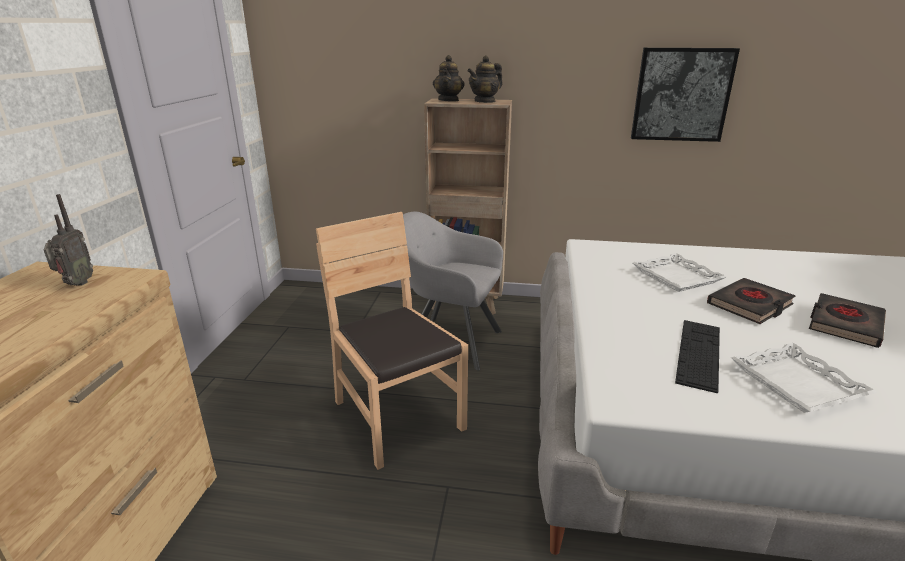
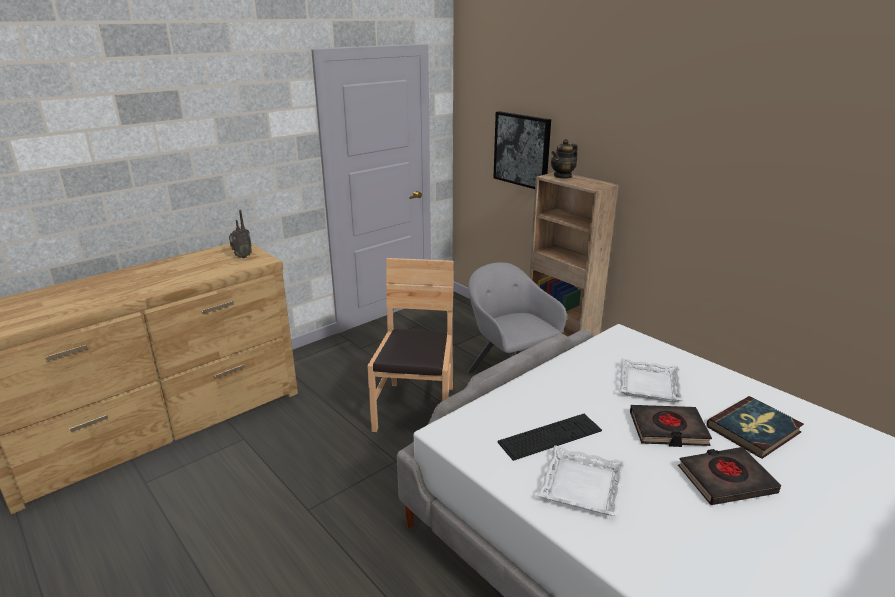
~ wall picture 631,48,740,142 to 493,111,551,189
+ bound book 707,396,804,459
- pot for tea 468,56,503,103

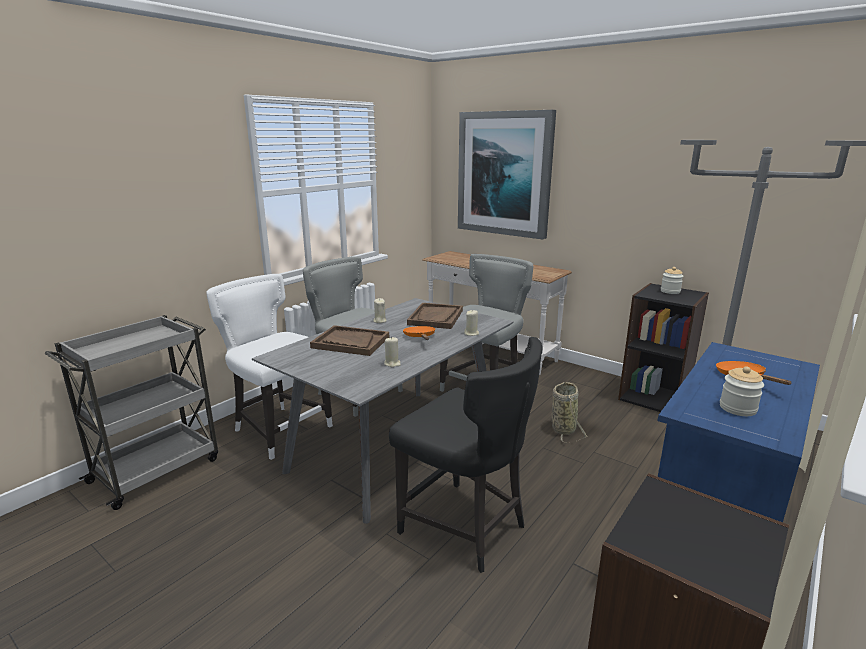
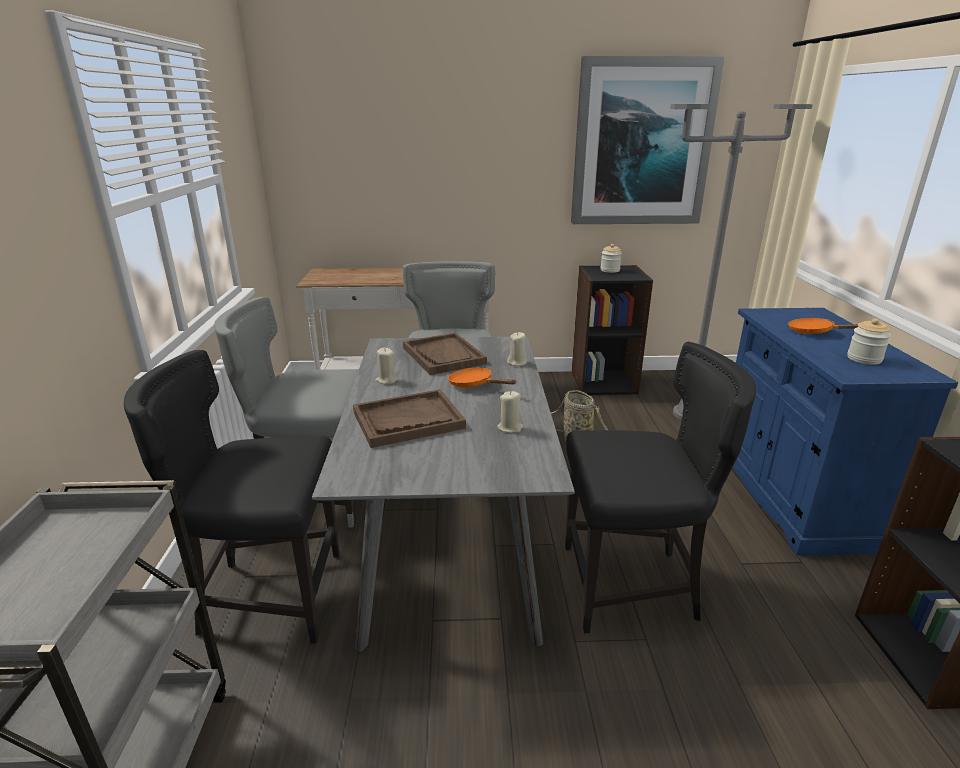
~ whitish upright chair 206,274,333,460 to black-coloured upright chair 124,350,339,643
~ wall picture 458,110,556,240 to 571,56,725,224

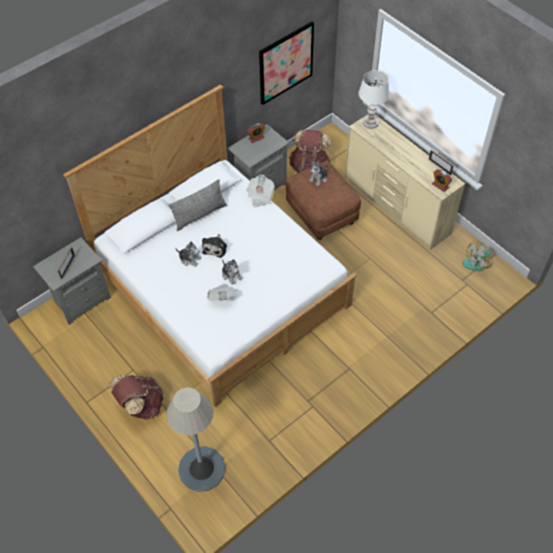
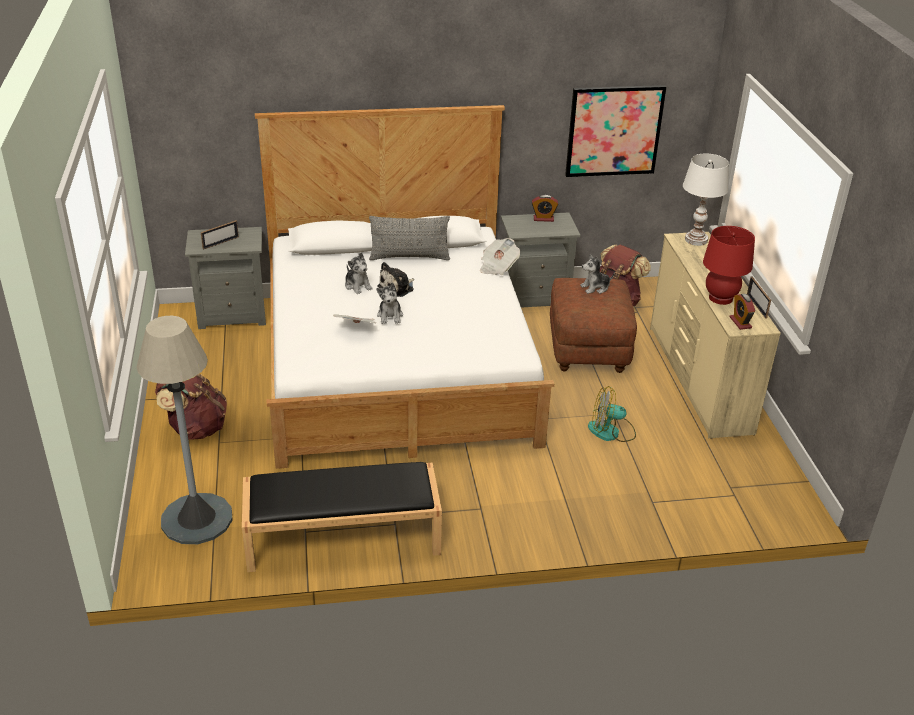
+ black-coloured long seat 242,462,442,572
~ fan 463,241,493,271 to 588,386,636,442
+ red table lamp 703,226,755,305

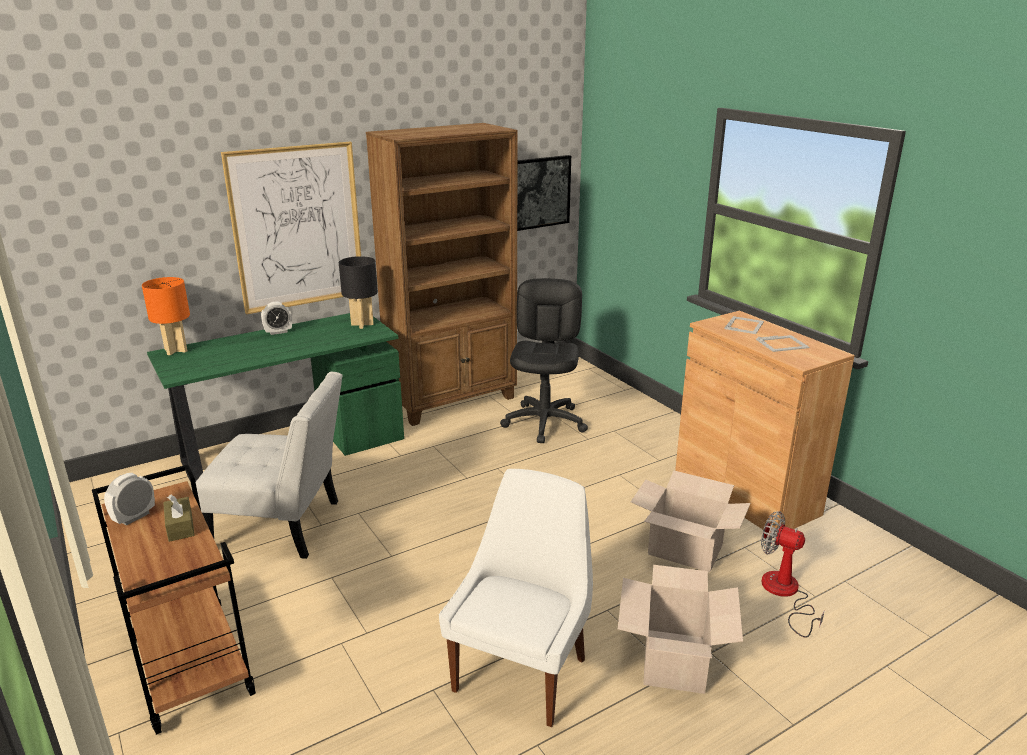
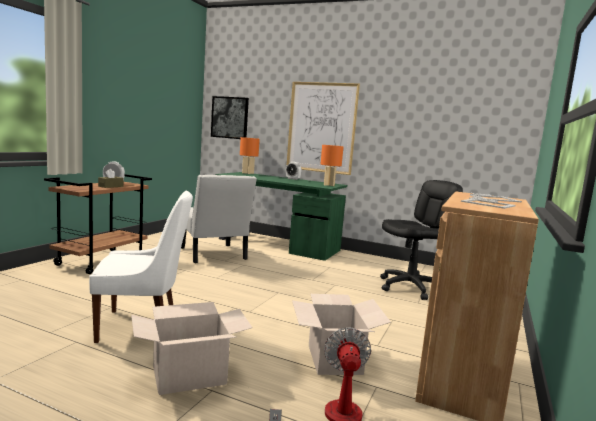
~ wall picture 517,155,571,231 to 211,96,249,139
~ black-coloured table lamp 339,256,378,329 to orange-coloured table lamp 321,145,343,186
- brown-coloured shelving unit 366,123,518,426

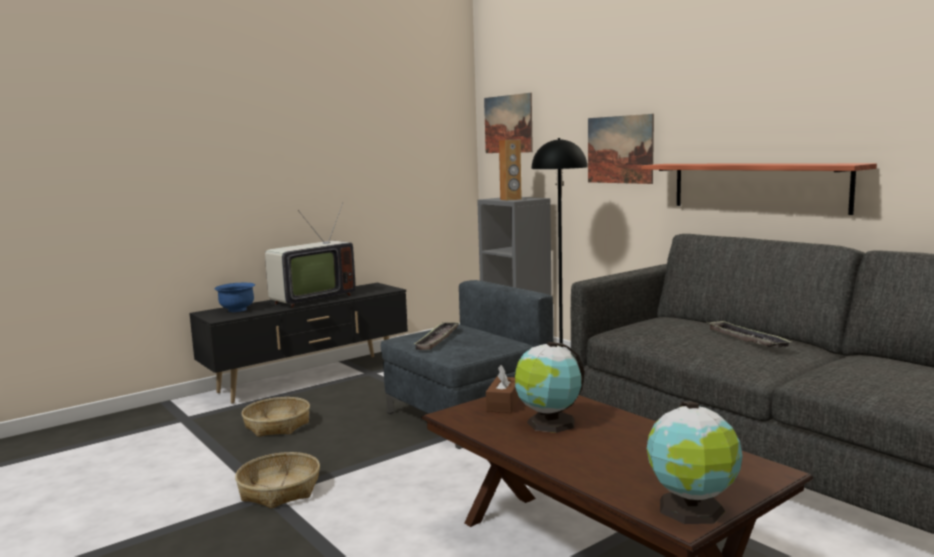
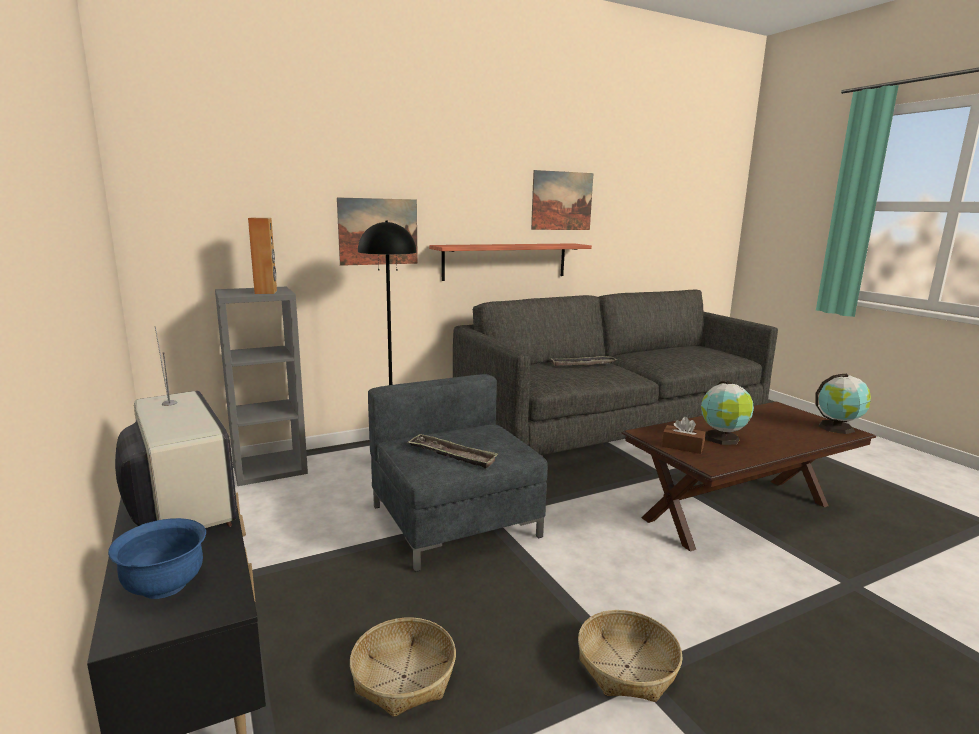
~ wall picture 484,93,533,153 to 531,170,593,230

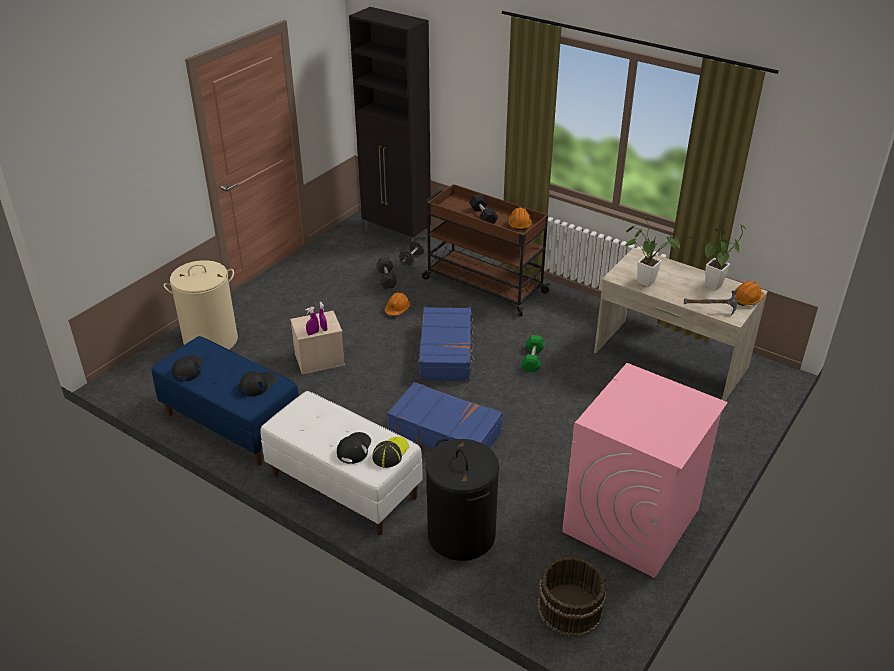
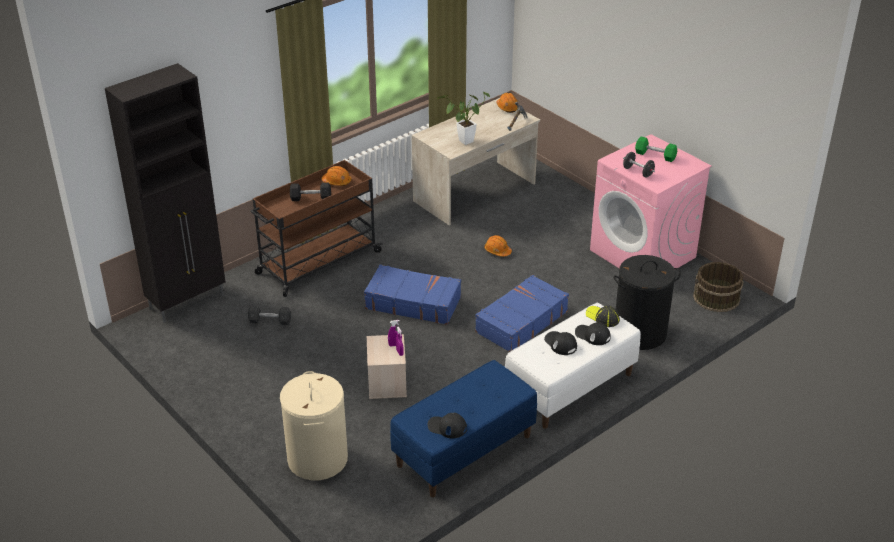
~ orange-coloured hard hat 385,293,410,316 to 484,235,512,257
~ black-coloured baseball cap 239,371,277,396 to 544,331,577,355
~ black-coloured dumbbell 399,241,424,266 to 623,152,655,178
~ green-coloured dumbbell 521,335,545,372 to 635,137,677,162
- houseplant 687,224,746,290

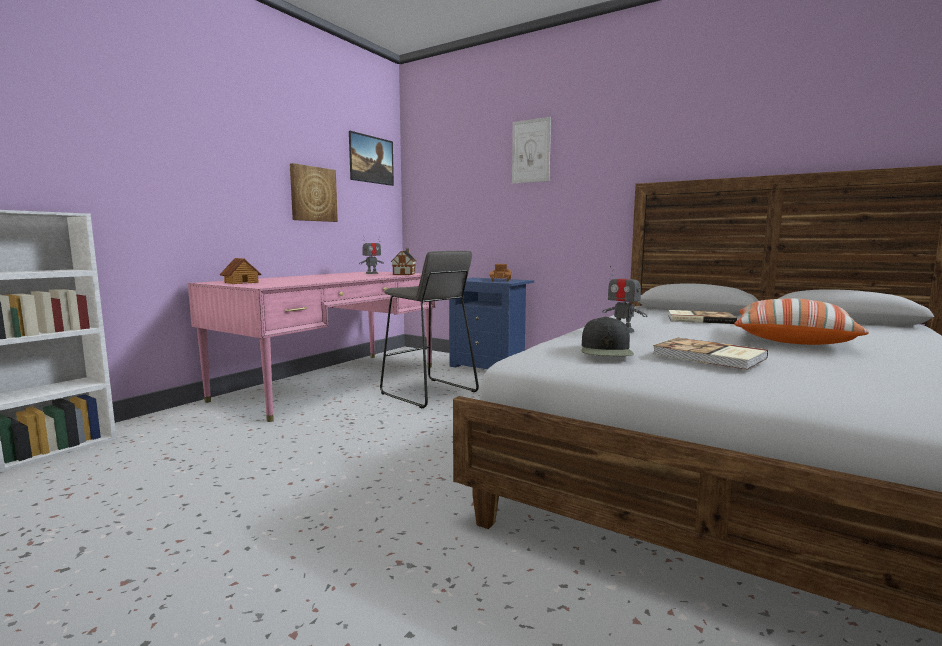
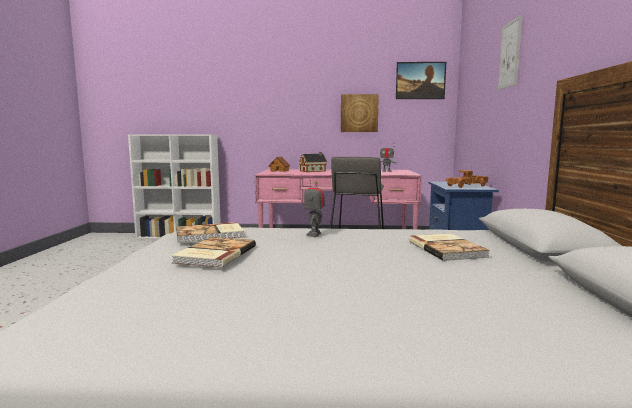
~ black-coloured baseball cap 582,316,634,356 to bound book 176,222,244,243
~ miniature house 391,248,417,275 to 299,152,327,172
- throw pillow 734,298,869,345

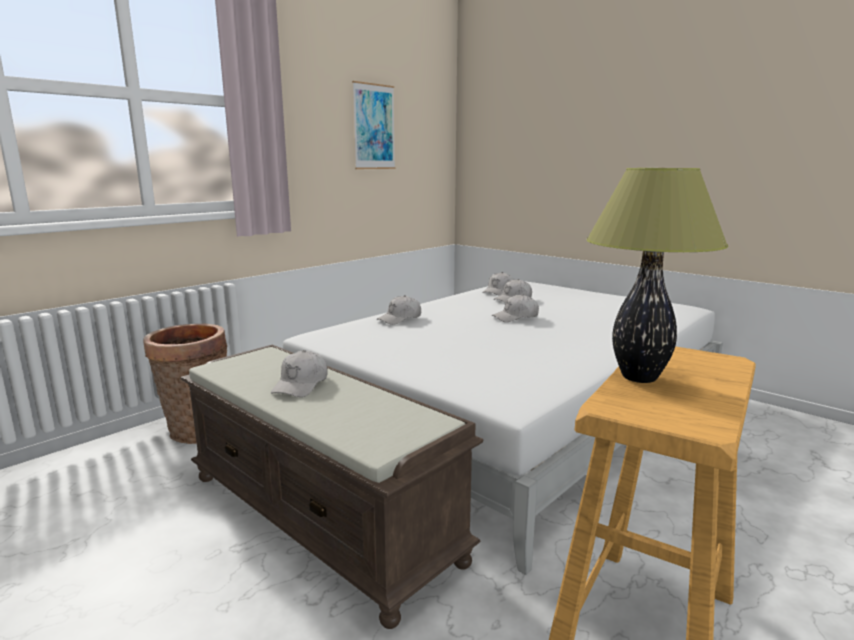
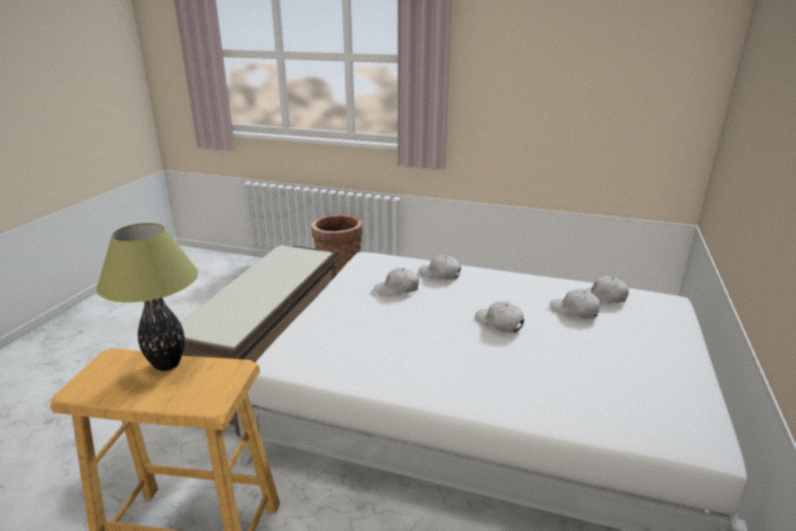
~ whitish baseball cap 271,350,328,397 to 374,268,419,296
- wall picture 352,81,395,169

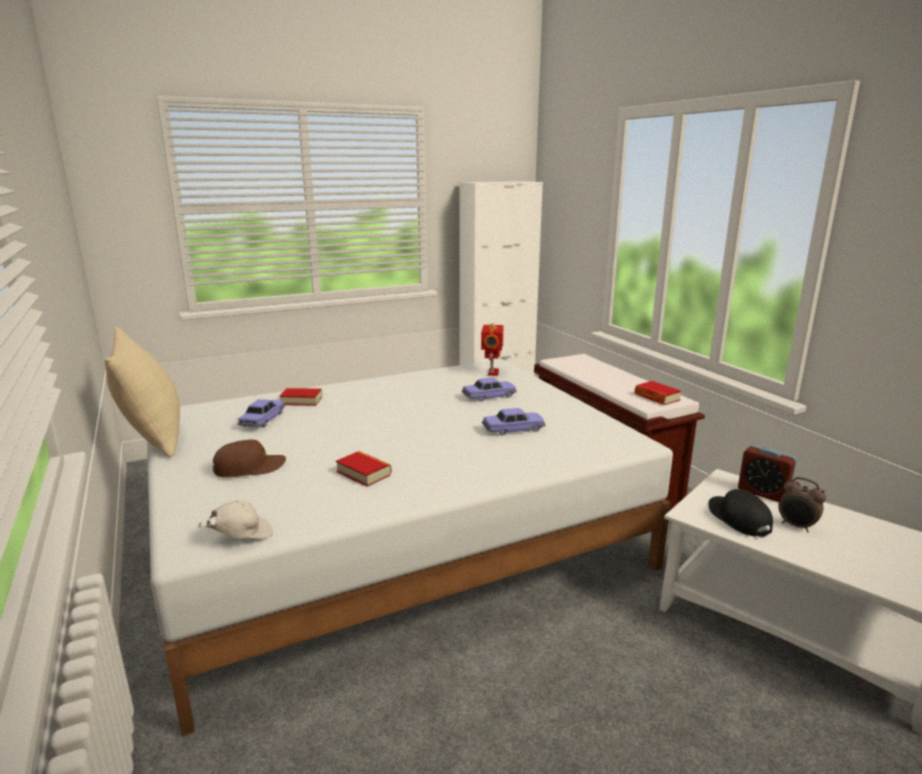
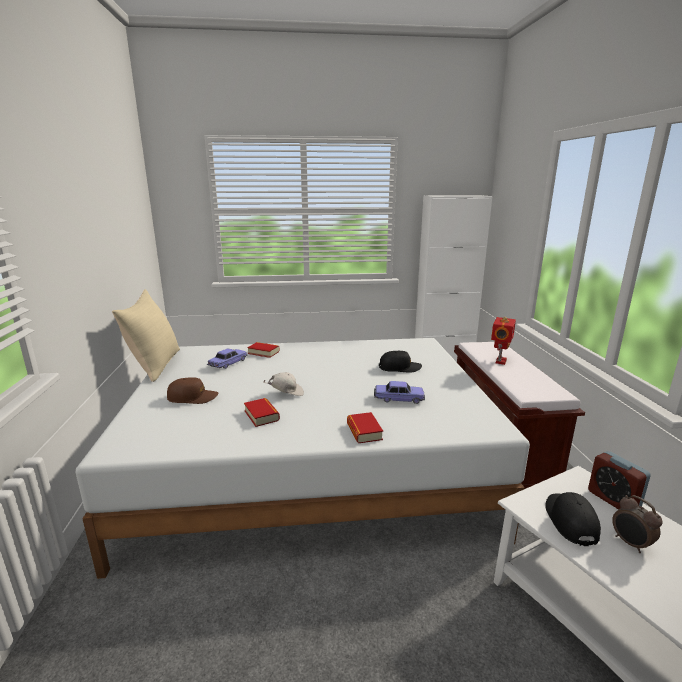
~ whitish baseball cap 198,500,273,538 to 264,372,304,396
~ bound book 635,381,682,405 to 347,412,383,443
~ miniature car 461,378,517,402 to black-coloured baseball cap 379,351,422,373
~ toy robot 481,323,504,376 to 491,317,516,365

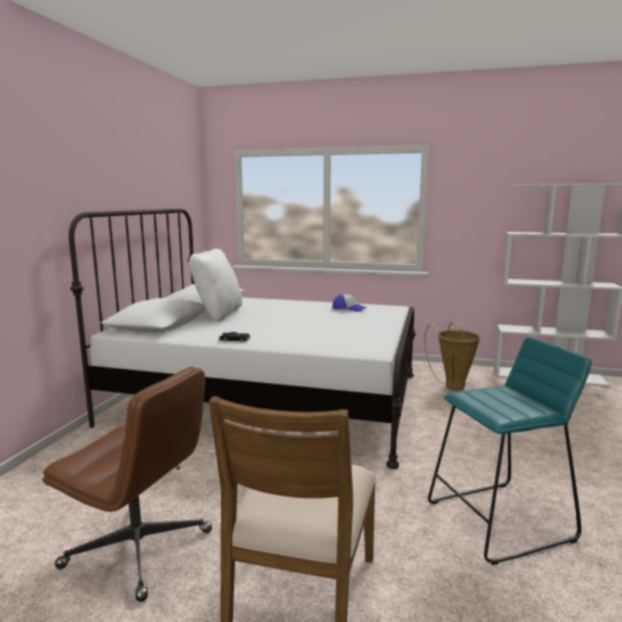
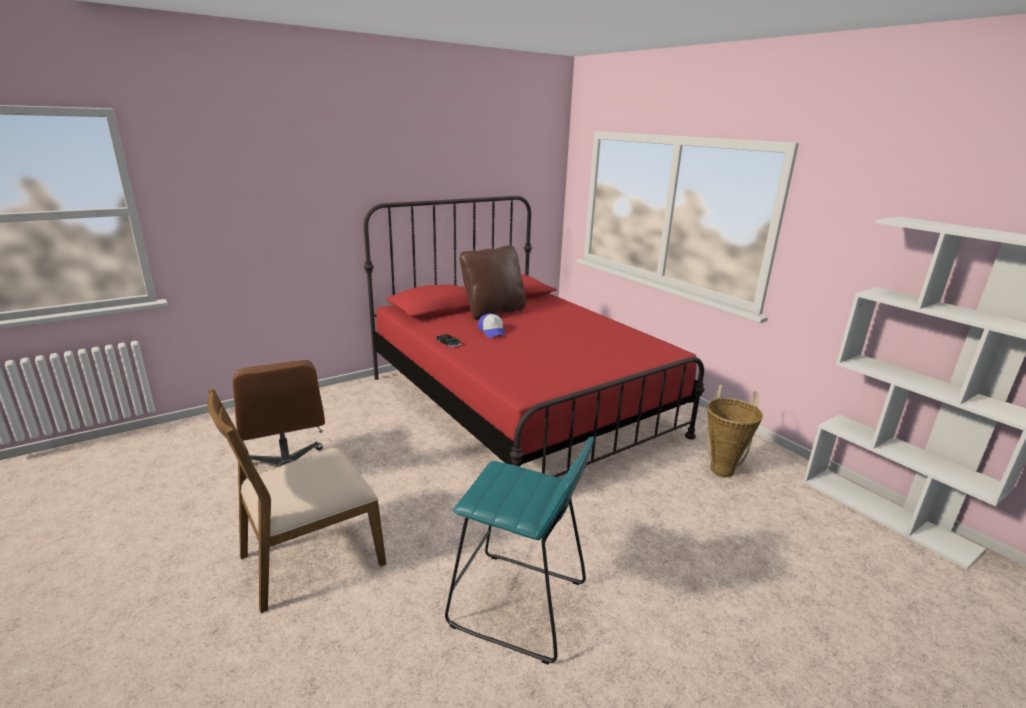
~ whitish bedroom bed 69,209,416,469 to red bedroom bed 364,196,705,477
~ whitish throw pillow 189,248,242,322 to brown-coloured throw pillow 460,245,526,320
~ baseball cap 333,294,366,312 to 478,313,506,338

